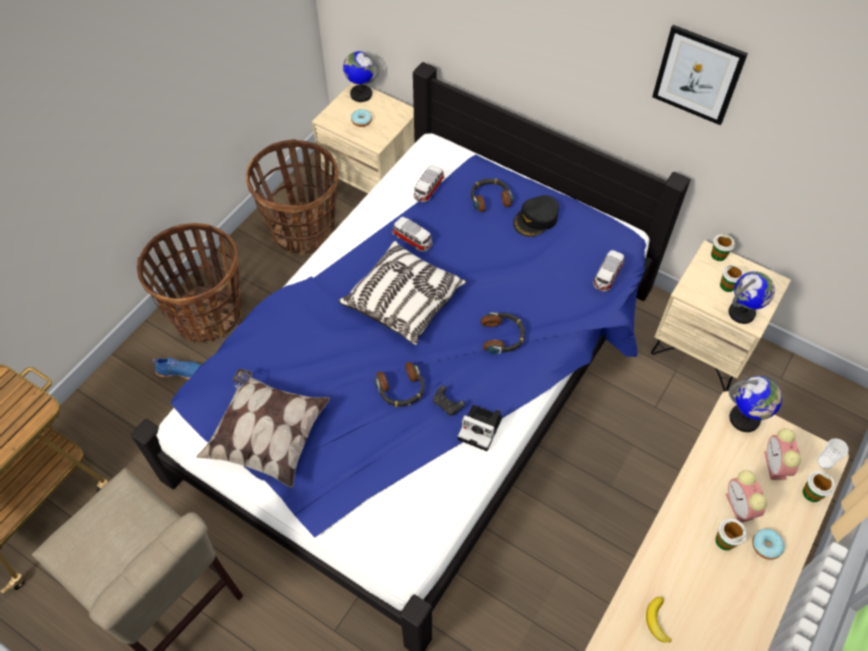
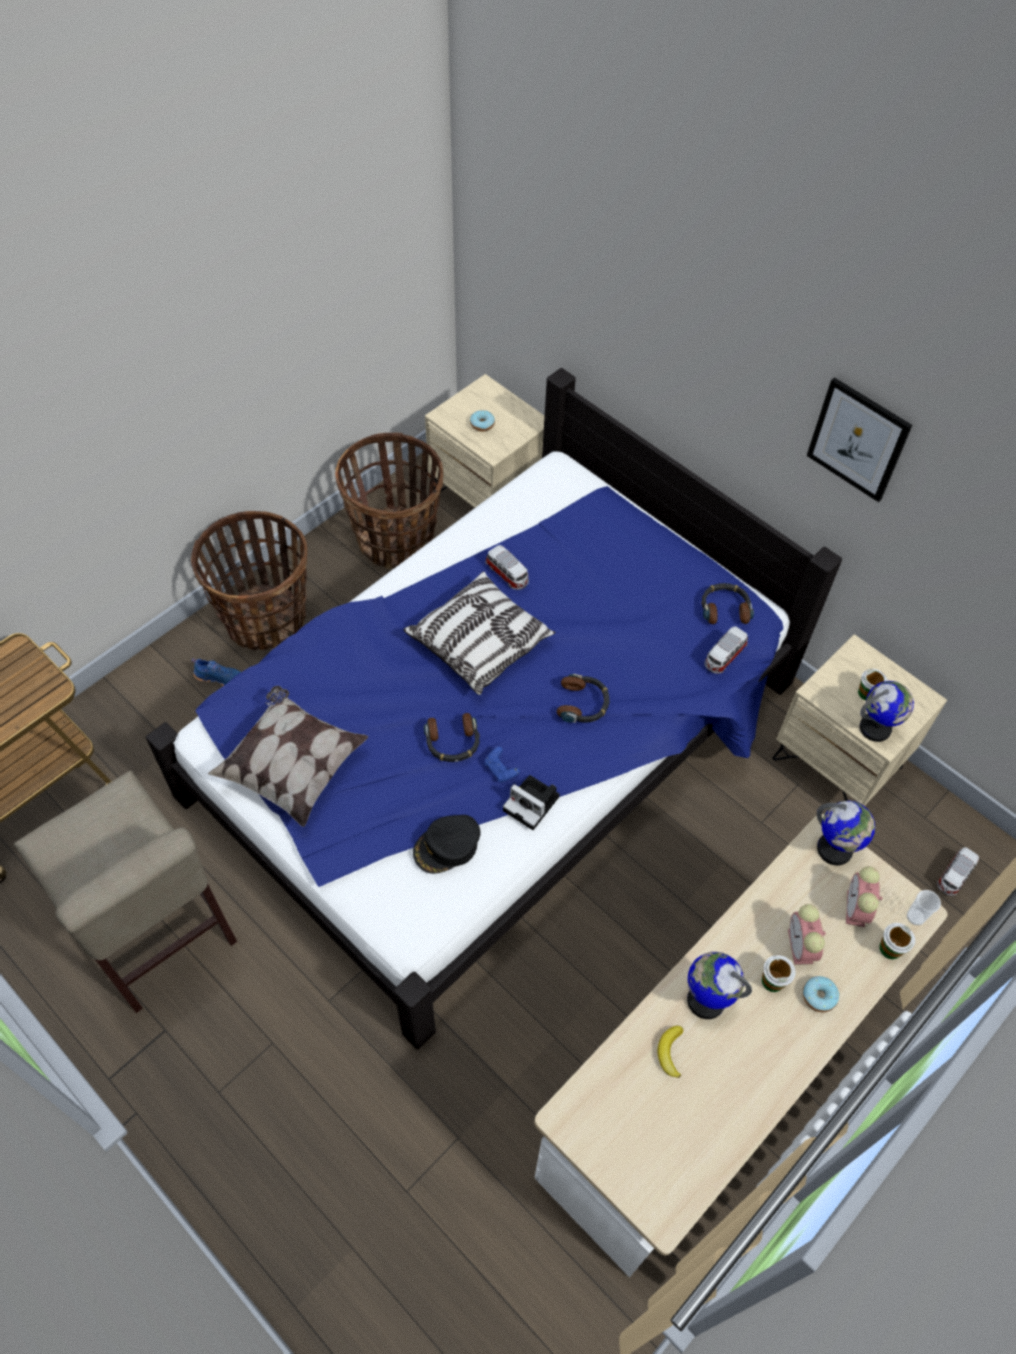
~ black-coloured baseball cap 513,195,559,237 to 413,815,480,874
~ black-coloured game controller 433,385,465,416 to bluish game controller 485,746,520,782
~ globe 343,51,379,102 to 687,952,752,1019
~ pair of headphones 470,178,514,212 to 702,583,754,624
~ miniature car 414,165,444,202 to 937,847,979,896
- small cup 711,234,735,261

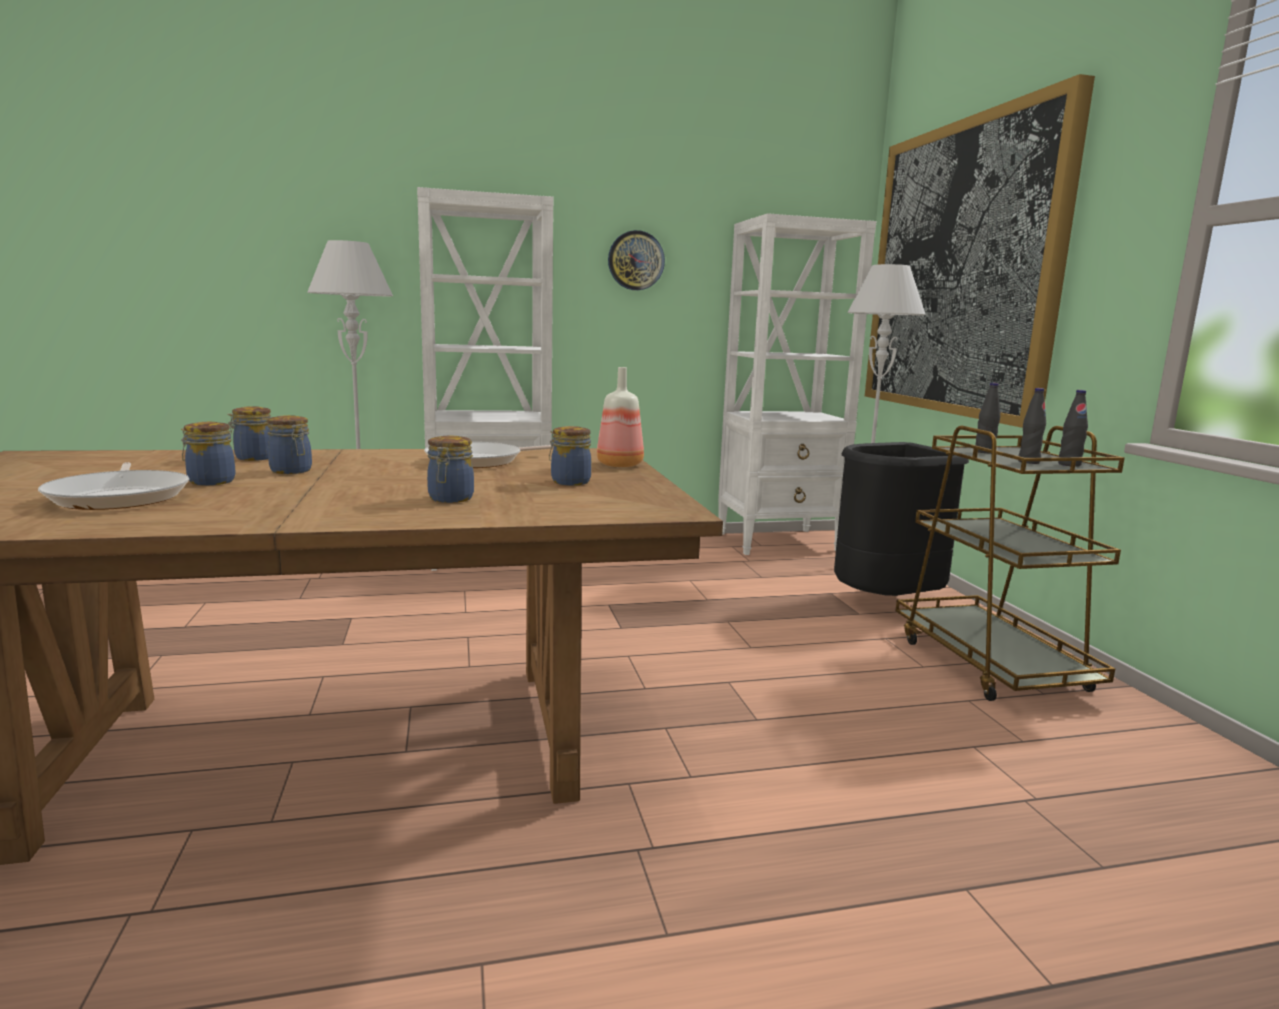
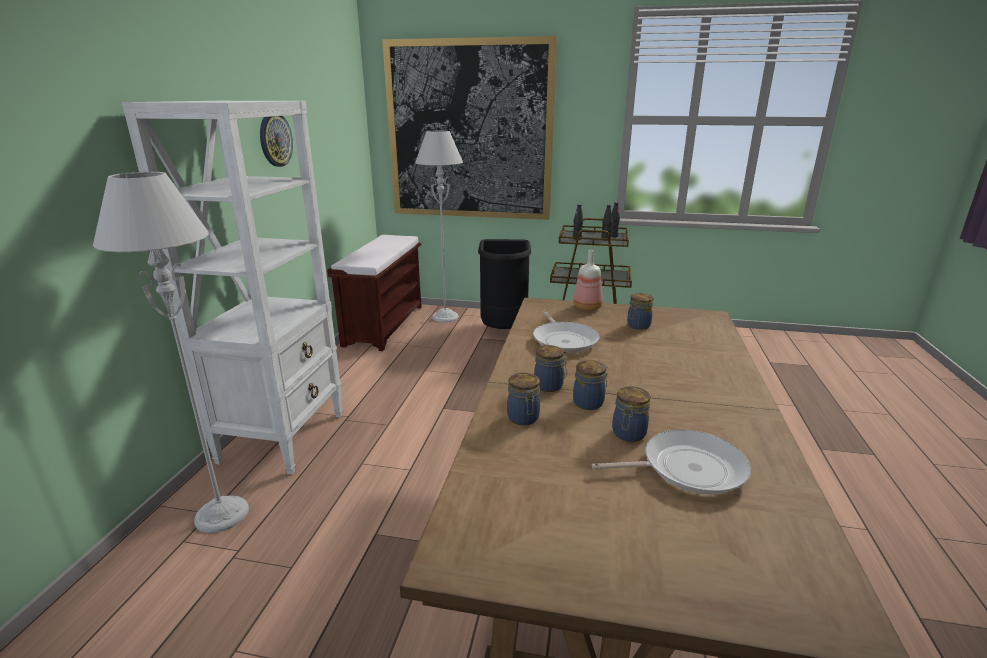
~ whitish shelving unit 718,213,876,555 to brown-coloured long seat 327,235,422,351
~ storage jar 427,436,474,503 to 534,345,567,392

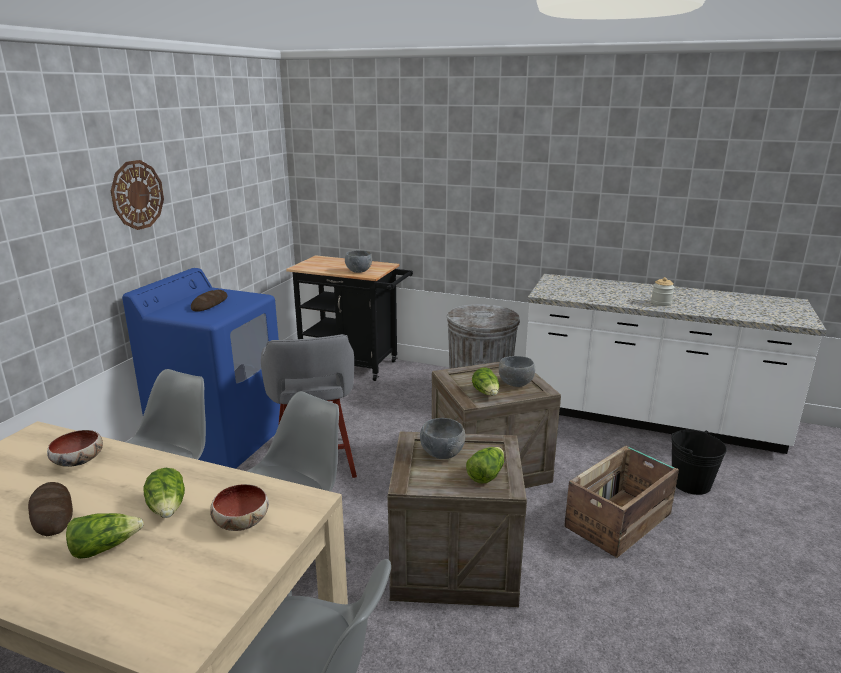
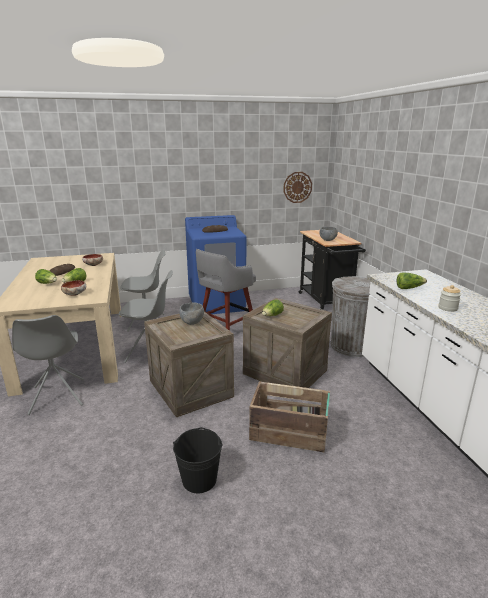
~ black-coloured water bucket 671,430,727,495 to 173,427,222,493
~ clock on the wall 111,160,164,230 to 283,172,312,203
~ lettuce head 466,447,504,483 to 397,272,427,289
- greyish deep dish 499,356,535,387

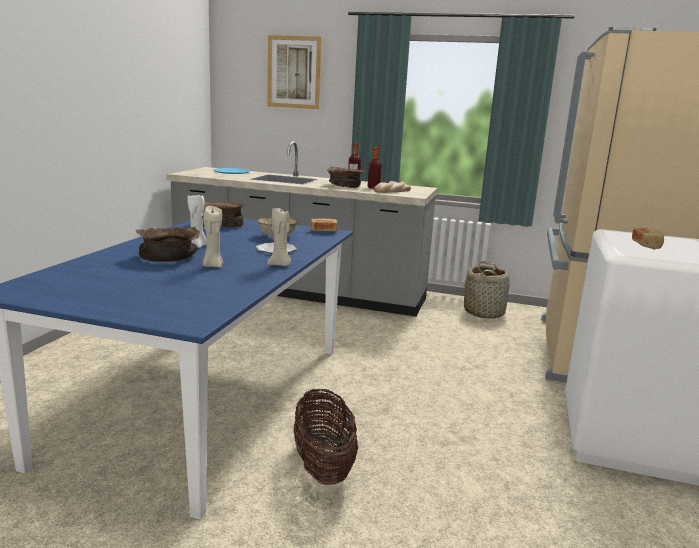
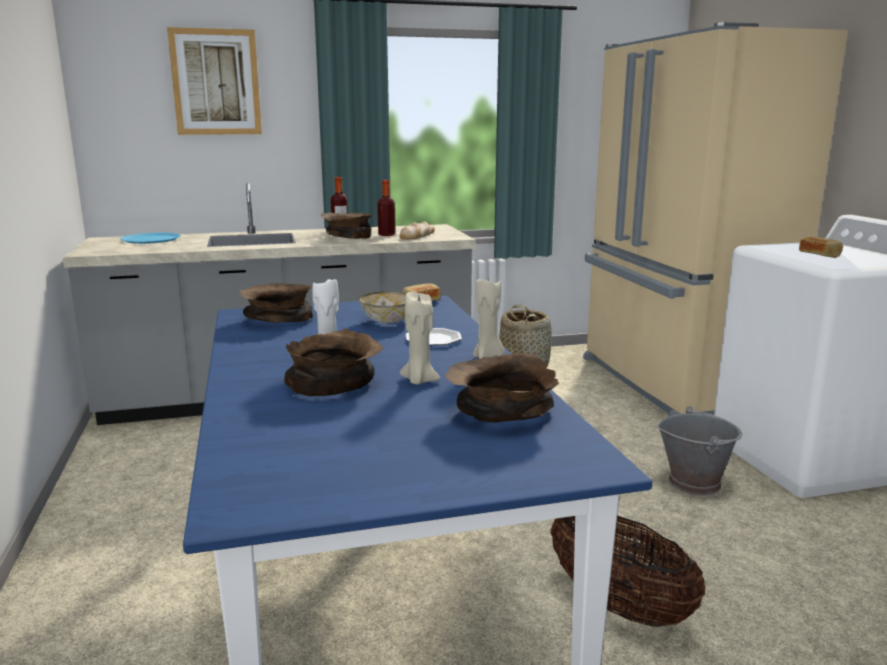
+ brown-coloured deep dish 445,353,559,423
+ greyish water bucket 657,406,742,496

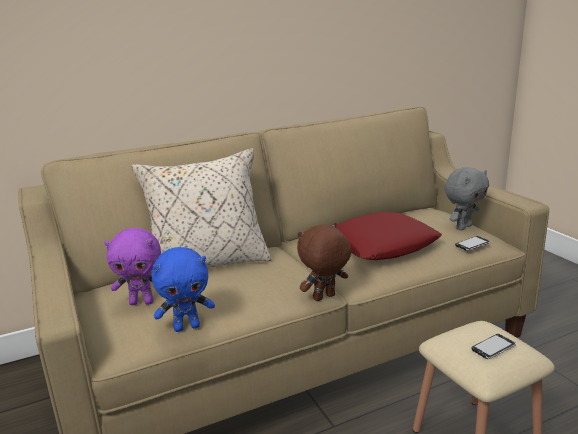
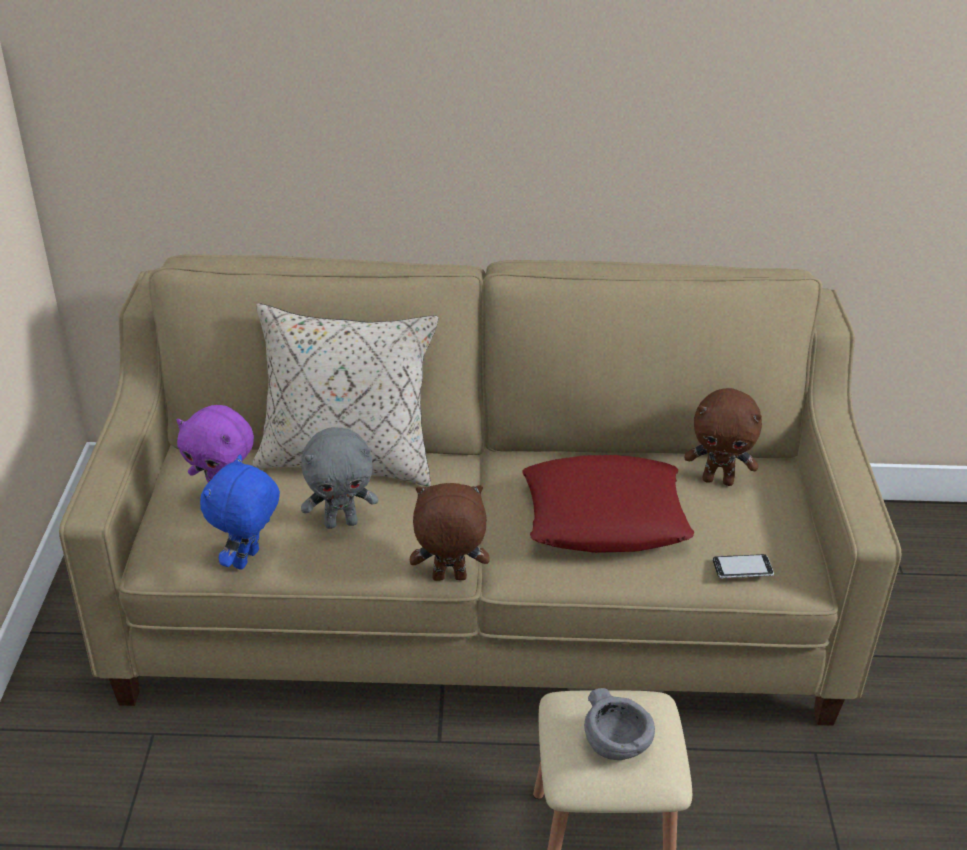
~ bluish cuddly toy 152,247,215,332 = 200,455,280,570 105 degrees clockwise
~ greyish cuddly toy 444,167,489,230 to 301,427,378,529
~ phone 471,334,516,359 to greyish deep dish 584,688,655,760
+ brown-coloured cuddly toy 684,388,762,486

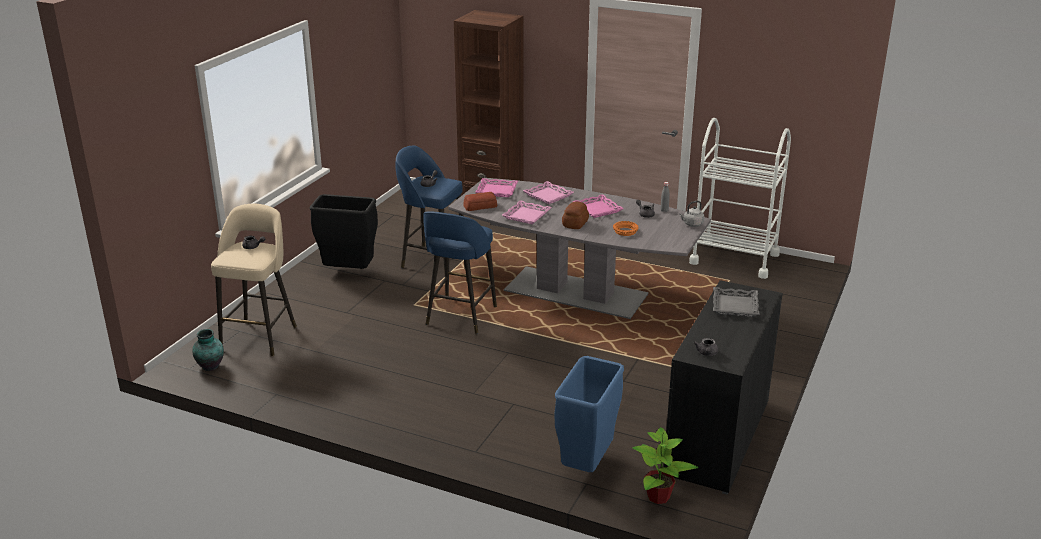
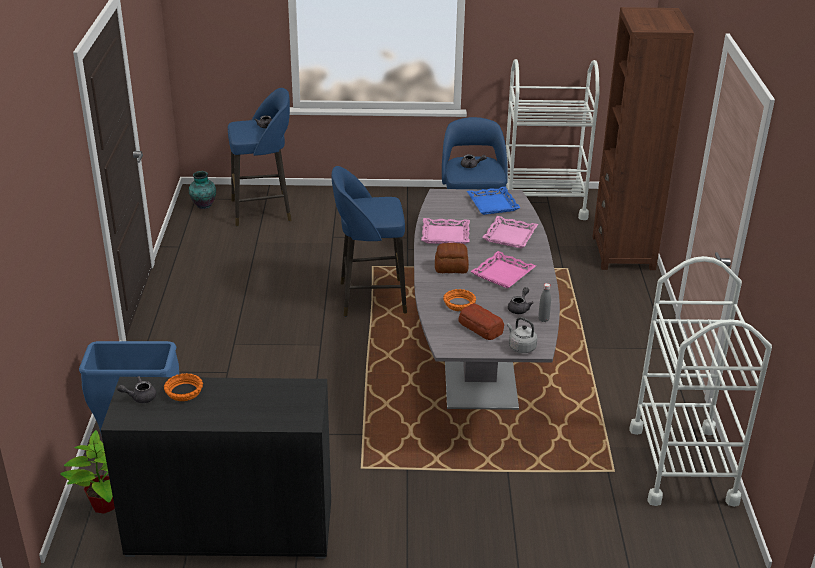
+ orange-coloured deep dish 164,373,203,401
~ sand-coloured sitting stool 211,204,297,356 to bluish sitting stool 228,88,292,226
~ baked bread 464,192,497,211 to 458,303,504,340
~ pink-coloured carrying tray 475,178,518,197 to bluish carrying tray 467,187,521,215
+ whitish wheeled cart 506,59,600,220
- black-coloured waste bin 310,194,378,269
- greyish carrying tray 713,287,759,317

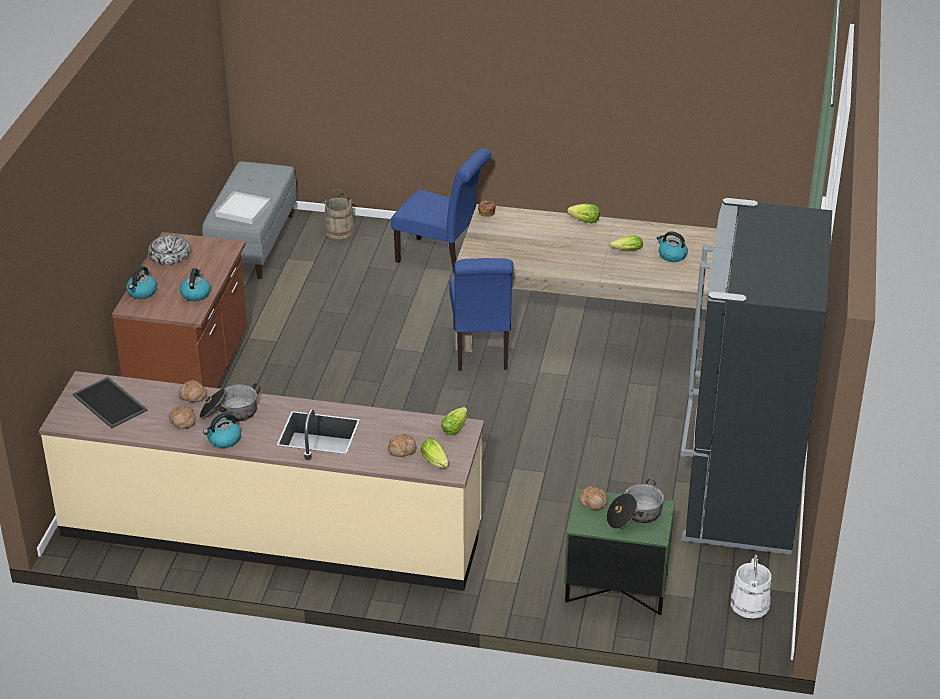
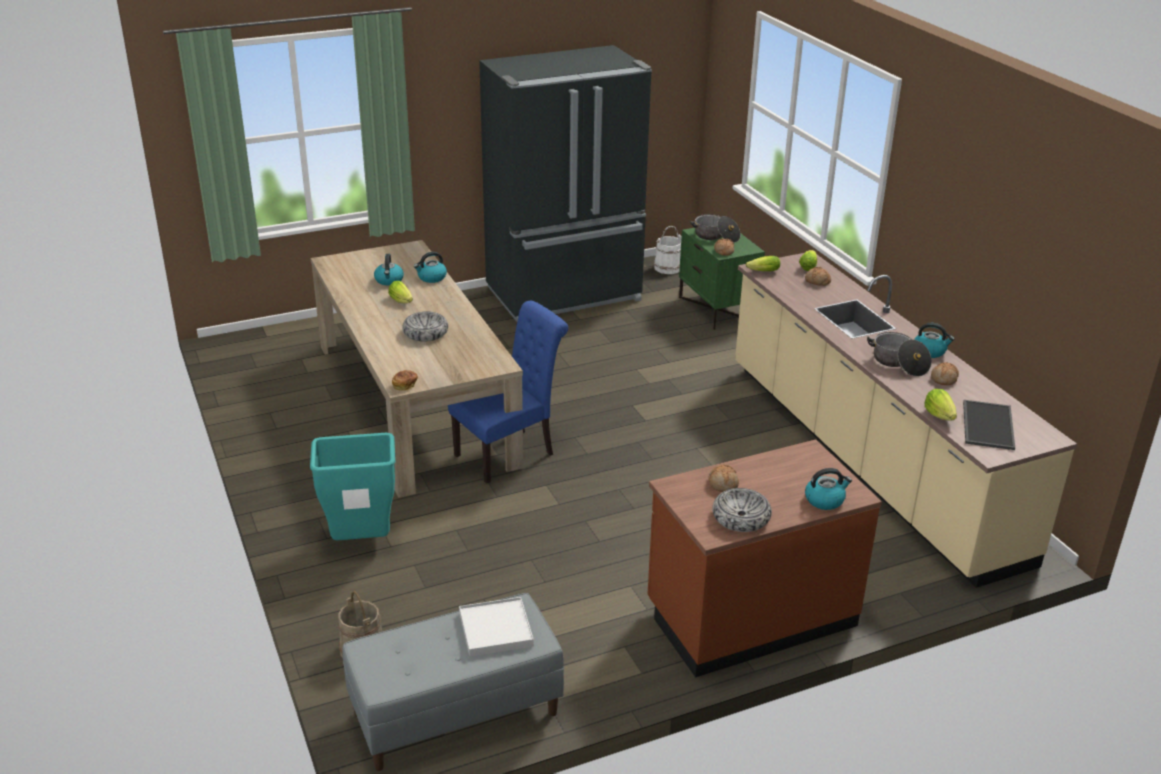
~ bluish upright chair 391,148,491,276 to turquoise-coloured waste bin 310,433,395,540
+ deep dish 402,311,448,342
~ kettle 180,268,210,301 to 414,252,447,283
~ baked bread 179,380,207,402 to 708,464,739,492
~ lettuce head 567,204,600,224 to 924,389,957,420

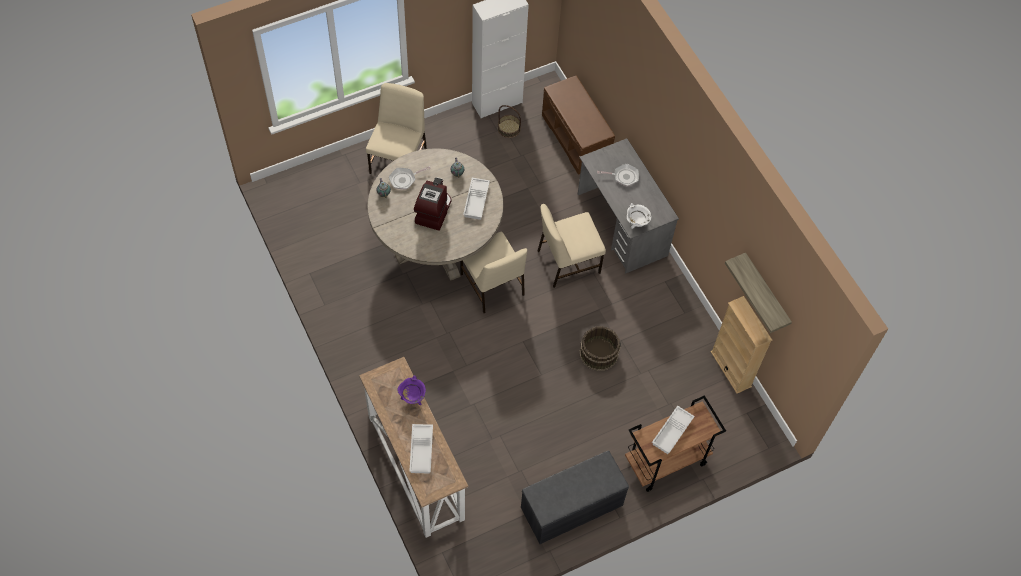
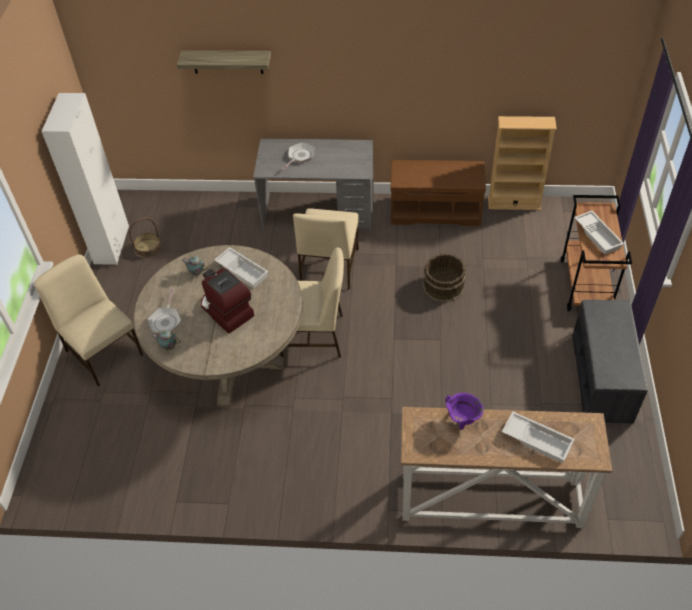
~ bracket shelf 725,253,792,333 to 177,50,271,74
~ brown-coloured long seat 542,76,615,175 to 390,160,486,226
- whitish stockpot 627,203,652,229

